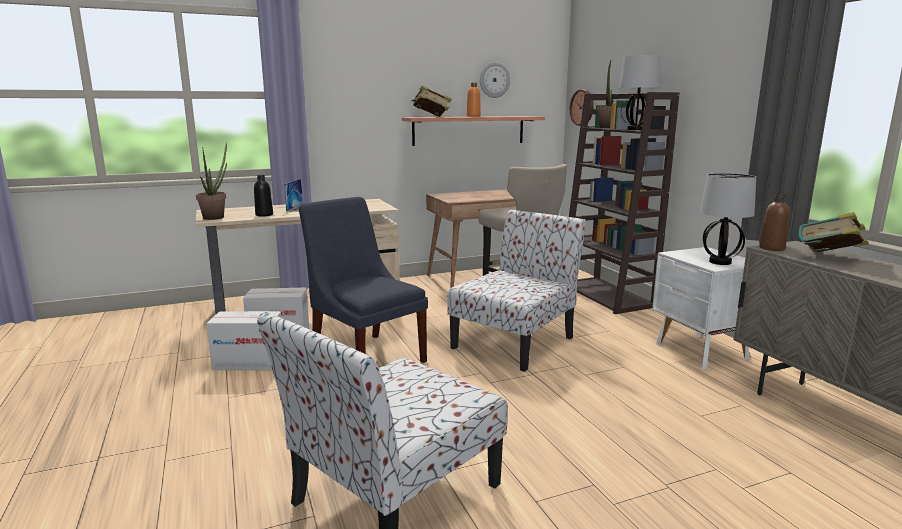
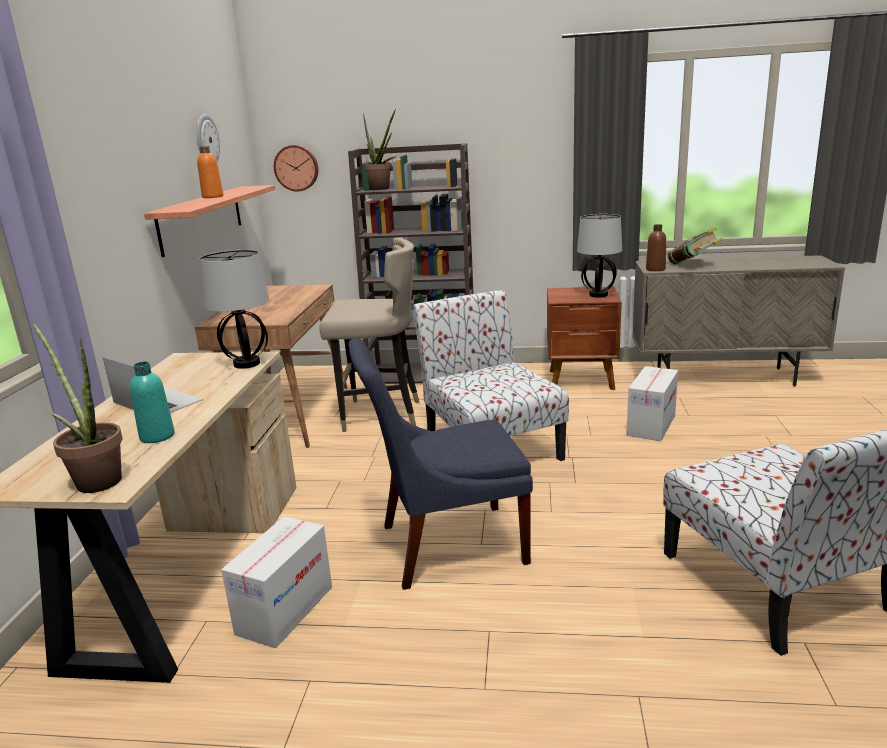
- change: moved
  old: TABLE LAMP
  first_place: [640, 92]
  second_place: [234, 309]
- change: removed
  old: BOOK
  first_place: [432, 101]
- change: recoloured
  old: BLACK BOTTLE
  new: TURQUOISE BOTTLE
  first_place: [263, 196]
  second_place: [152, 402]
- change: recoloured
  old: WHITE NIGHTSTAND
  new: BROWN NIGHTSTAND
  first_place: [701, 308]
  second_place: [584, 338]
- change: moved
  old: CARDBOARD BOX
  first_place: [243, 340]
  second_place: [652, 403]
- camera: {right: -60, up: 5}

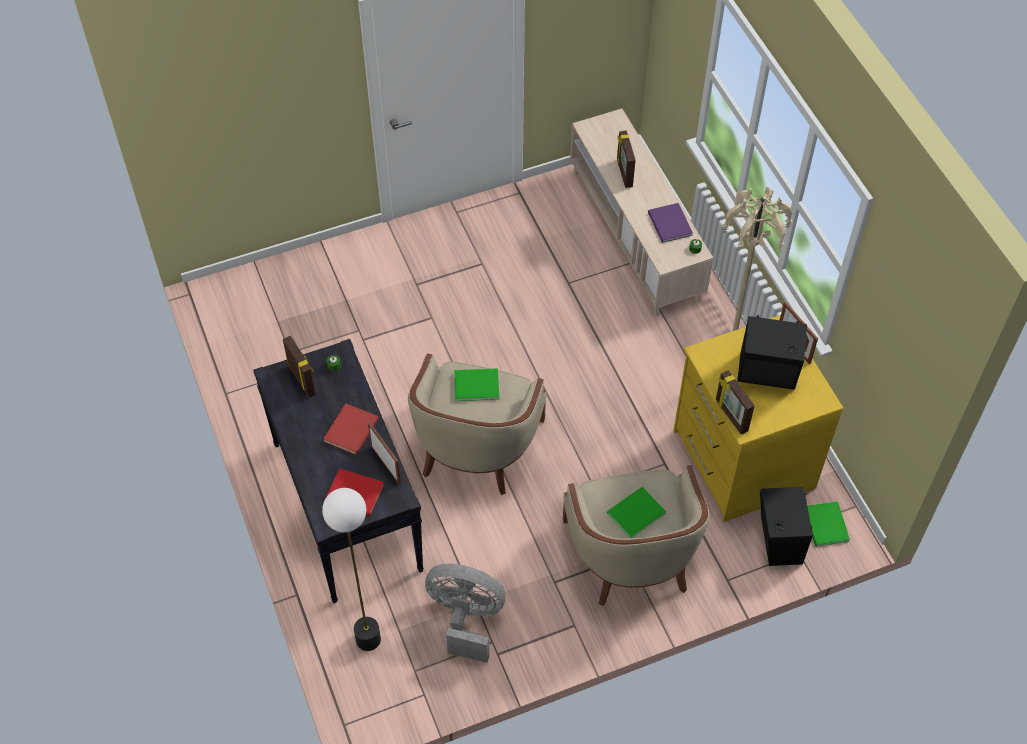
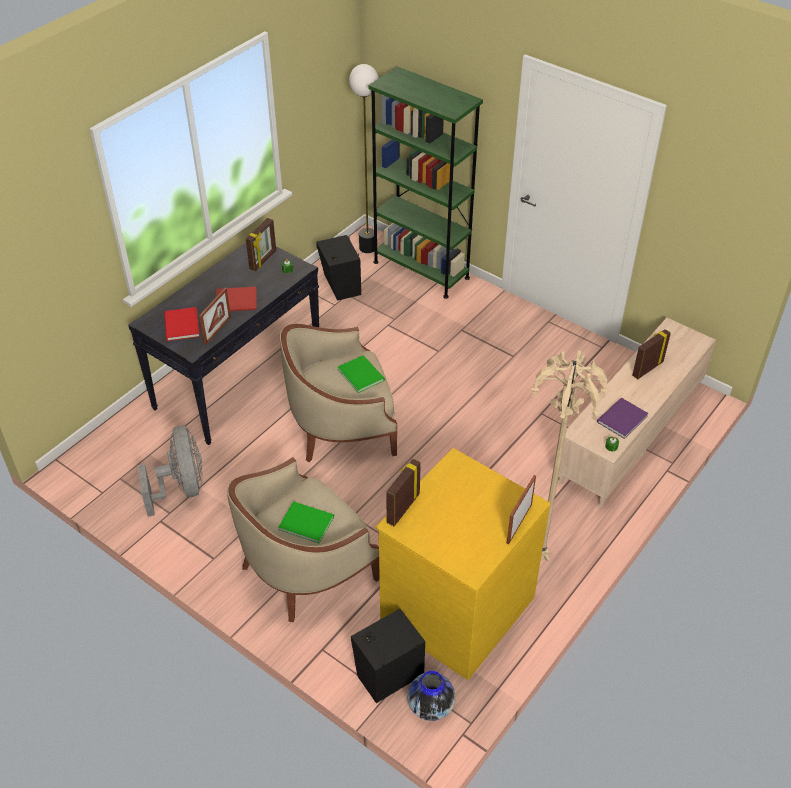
- change: moved
  old: BLACK SPEAKER
  first_place: [772, 352]
  second_place: [338, 268]
- change: moved
  old: FLOOR LAMP
  first_place: [351, 569]
  second_place: [364, 158]
- change: replaced
  old: GREEN BOOK
  new: VASE
  first_place: [828, 524]
  second_place: [431, 696]
- change: added
  new: GREEN BOOKCASE
  second_place: [425, 183]
- camera: {right: 60, up: -10}

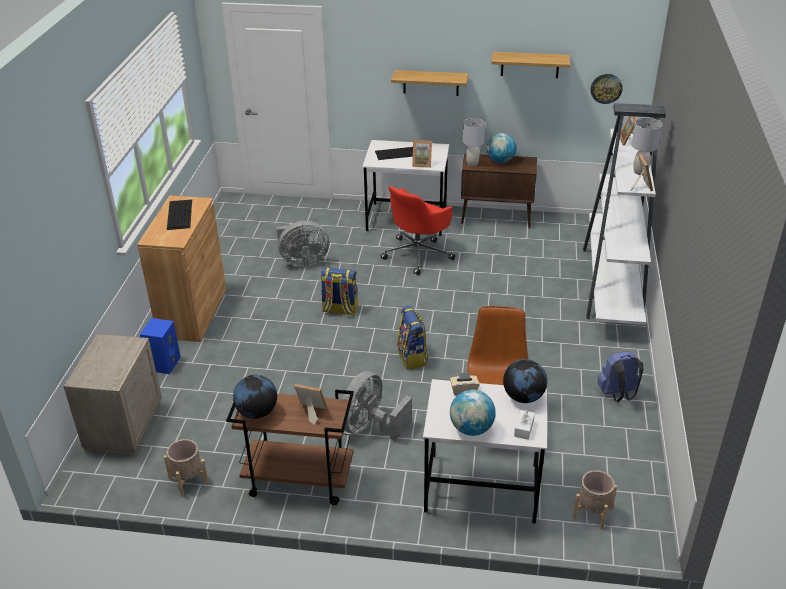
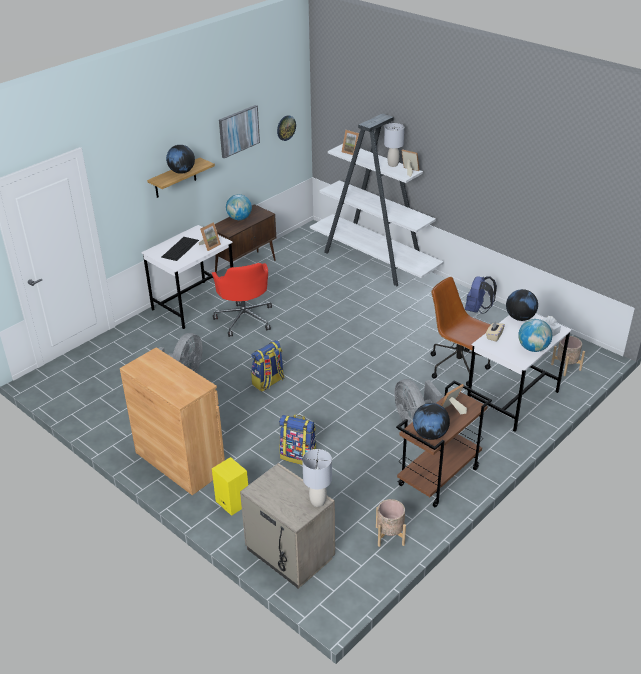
- change: replaced
  old: SHELF
  new: PICTURE
  first_place: [530, 65]
  second_place: [239, 131]
- change: moved
  old: GREY TABLE LAMP
  first_place: [474, 142]
  second_place: [317, 478]
- change: removed
  old: KEYBOARD
  first_place: [179, 215]
- change: moved
  old: BACKPACK
  first_place: [412, 337]
  second_place: [297, 439]
- change: recoloured
  old: BLUE SPEAKER
  new: YELLOW SPEAKER
  first_place: [160, 346]
  second_place: [230, 486]
- change: added
  new: GLOBE
  second_place: [180, 159]
- camera: {right: -55, up: 0}

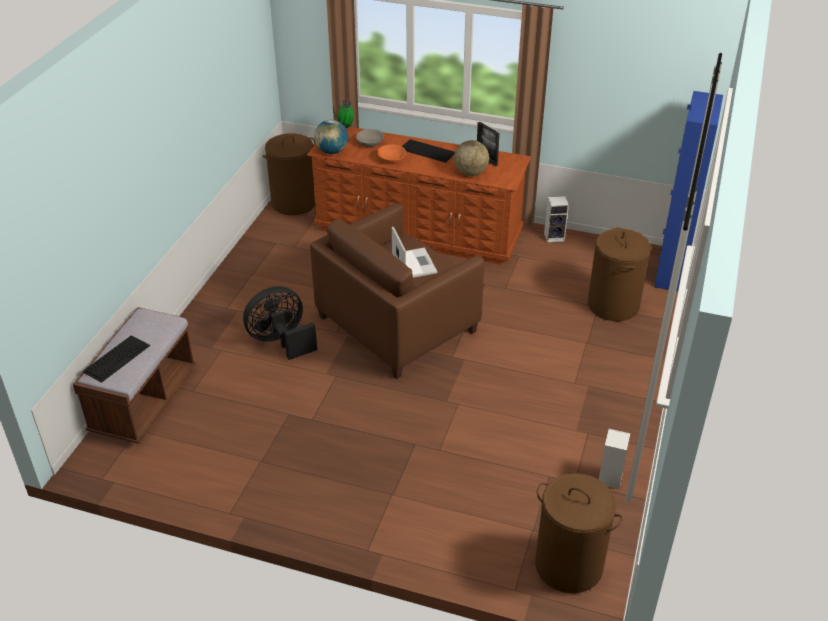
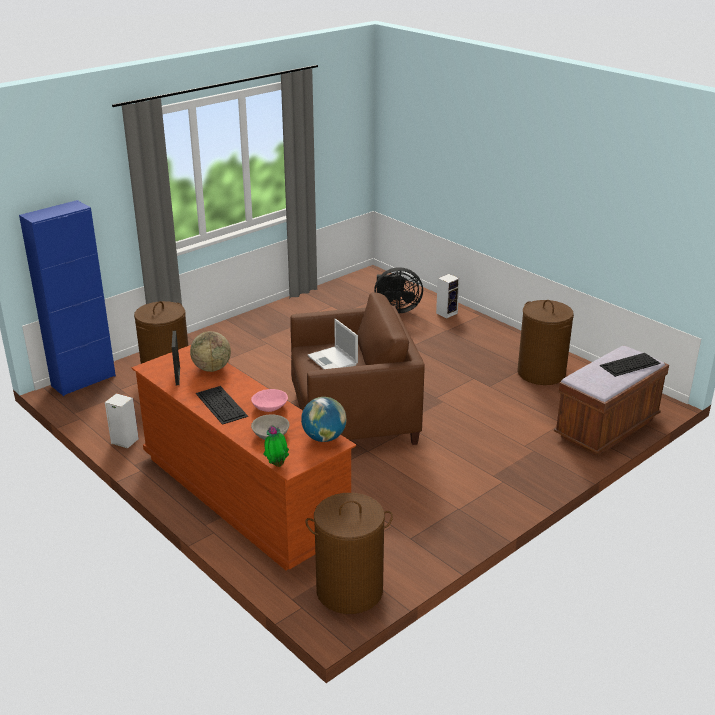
- change: recoloured
  old: ORANGE BOWL
  new: PINK BOWL
  first_place: [391, 154]
  second_place: [269, 400]
- change: turned
  old: LAPTOP
  first_place: [415, 252]
  second_place: [333, 344]
  degrees: -45
- change: moved
  old: BLACK FAN
  first_place: [280, 323]
  second_place: [398, 290]
- change: moved
  old: SPEAKER
  first_place: [615, 459]
  second_place: [448, 296]
- change: moved
  old: BROWN LAUNDRY BASKET
  first_place: [579, 533]
  second_place: [546, 342]
- camera: {right: -150, up: -10}

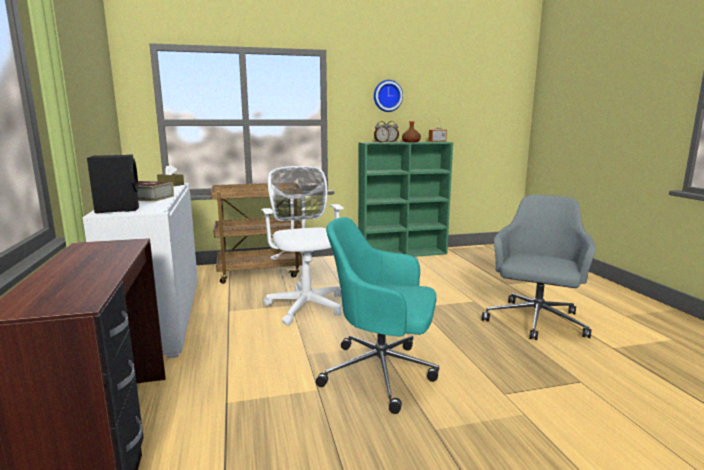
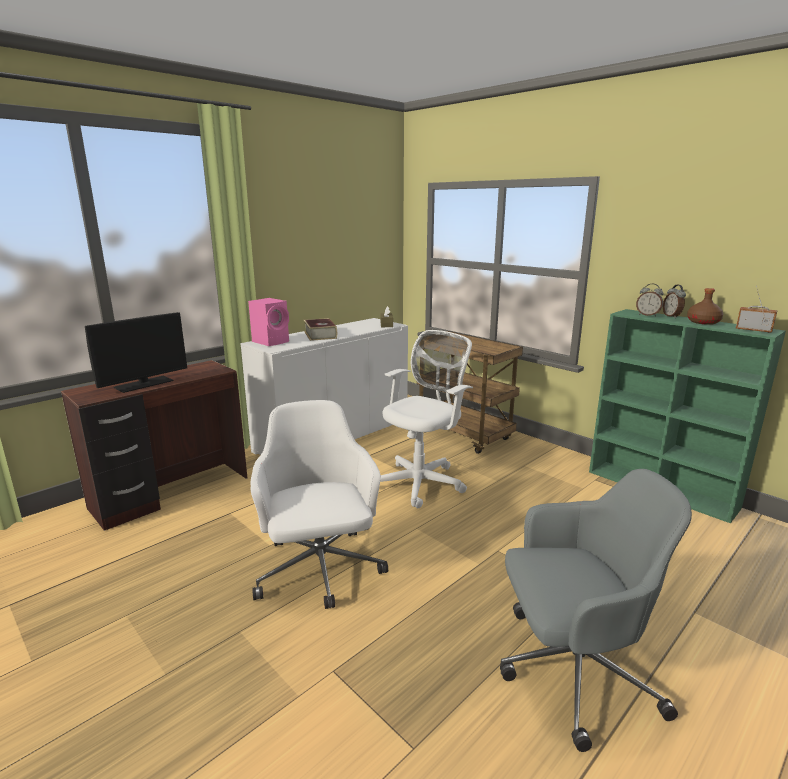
- change: removed
  old: WALL CLOCK
  first_place: [388, 96]
- change: recoloured
  old: BLACK SPEAKER
  new: PINK SPEAKER
  first_place: [113, 184]
  second_place: [268, 322]
- change: recoloured
  old: TURQUOISE OFFICE CHAIR
  new: WHITE OFFICE CHAIR
  first_place: [377, 315]
  second_place: [319, 504]
- change: added
  new: MONITOR
  second_place: [136, 352]
- camera: {right: 60, up: 5}

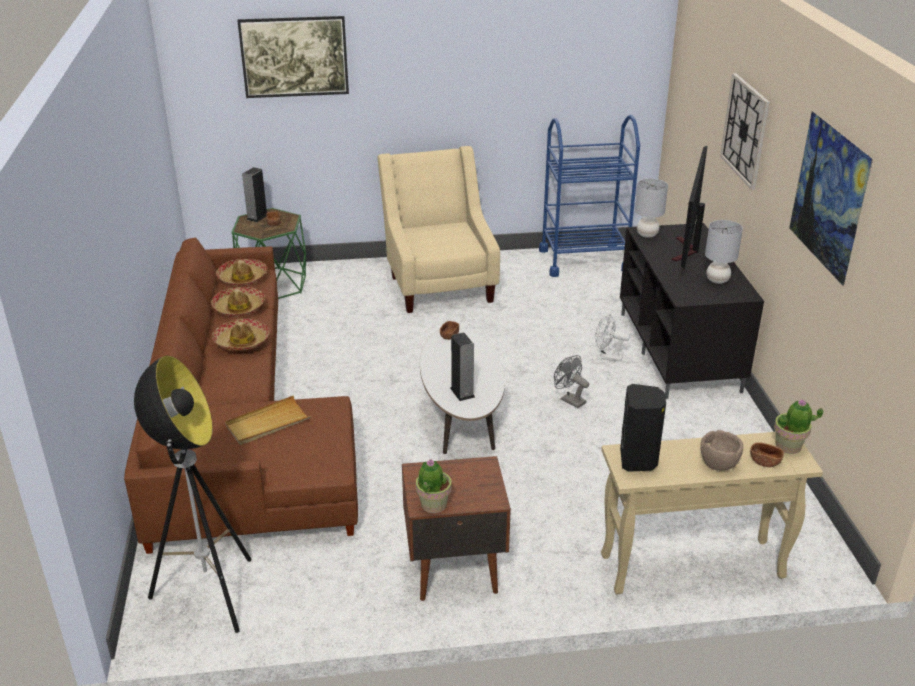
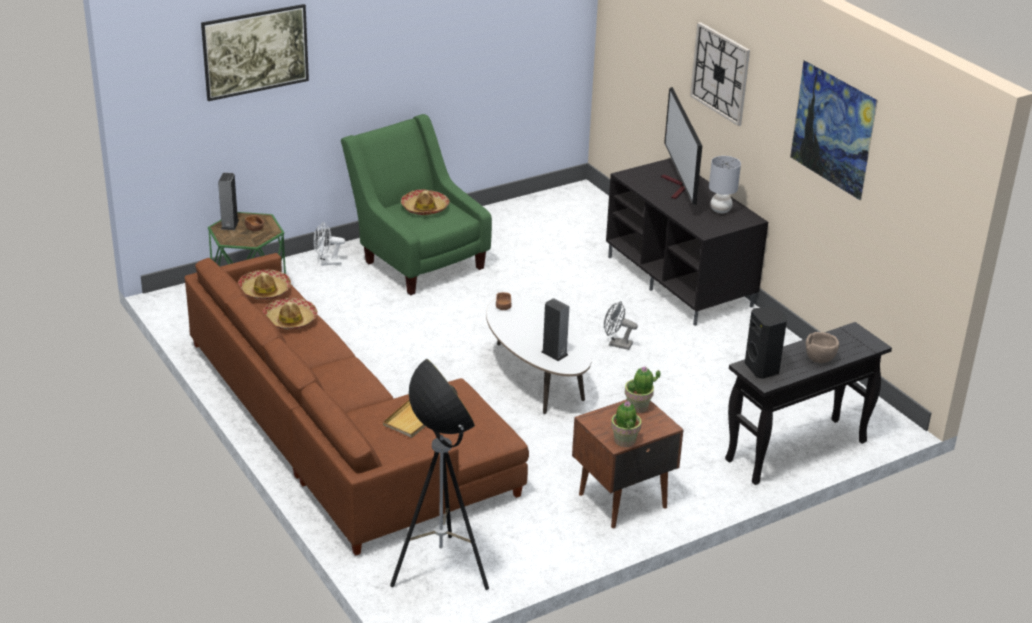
- change: removed
  old: BLUE CART
  first_place: [589, 196]
- change: recoloured
  old: BEIGE ARMCHAIR
  new: GREEN ARMCHAIR
  first_place: [439, 229]
  second_place: [416, 204]
- change: removed
  old: GREY TABLE LAMP
  first_place: [651, 208]
- change: moved
  old: WHITE FAN
  first_place: [612, 338]
  second_place: [329, 244]
- change: moved
  old: HAT
  first_place: [241, 334]
  second_place: [425, 202]
- change: moved
  old: POTTED PLANT
  first_place: [798, 427]
  second_place: [642, 389]
- change: recoloured
  old: BEIGE CONSOLE TABLE
  new: BLACK CONSOLE TABLE
  first_place: [712, 513]
  second_place: [808, 403]
- change: removed
  old: BROWN BOWL
  first_place: [767, 454]
- camera: {right: -25, up: 0}

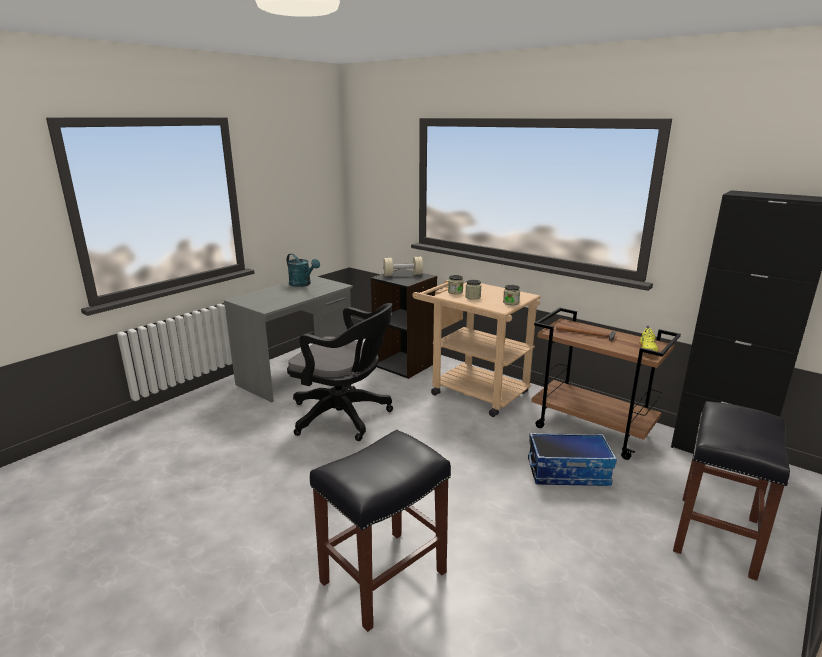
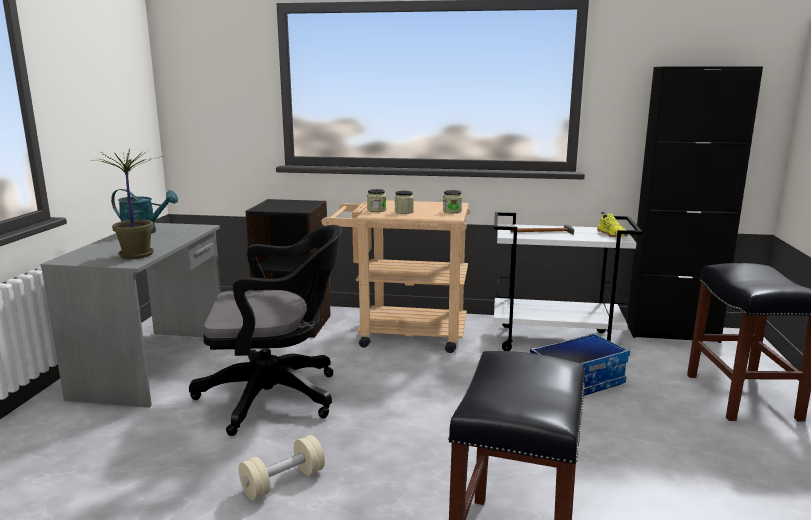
- change: moved
  old: BEIGE DUMBBELL
  first_place: [403, 266]
  second_place: [282, 467]
- change: recoloured
  old: BROWN CART
  new: WHITE CART
  first_place: [606, 384]
  second_place: [568, 281]
- change: added
  new: POTTED PLANT
  second_place: [127, 204]
- camera: {right: -30, up: -5}

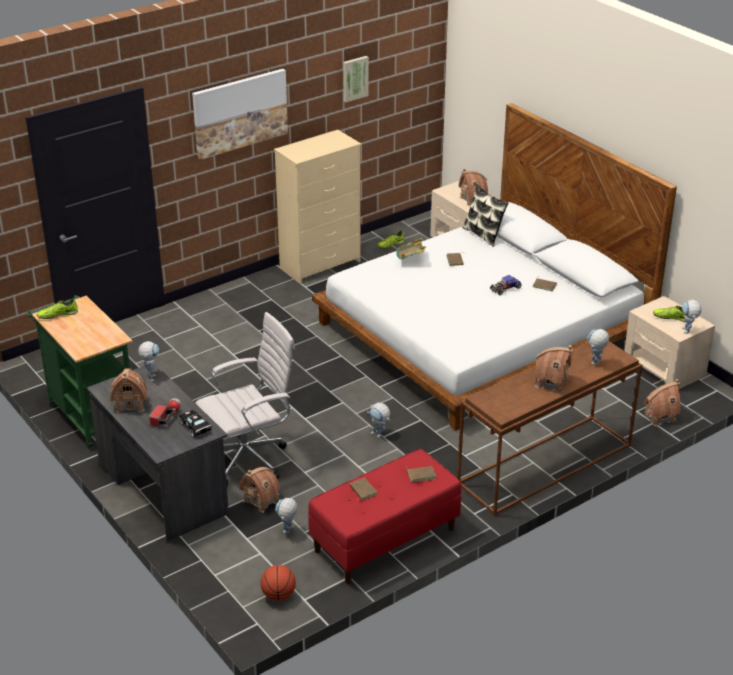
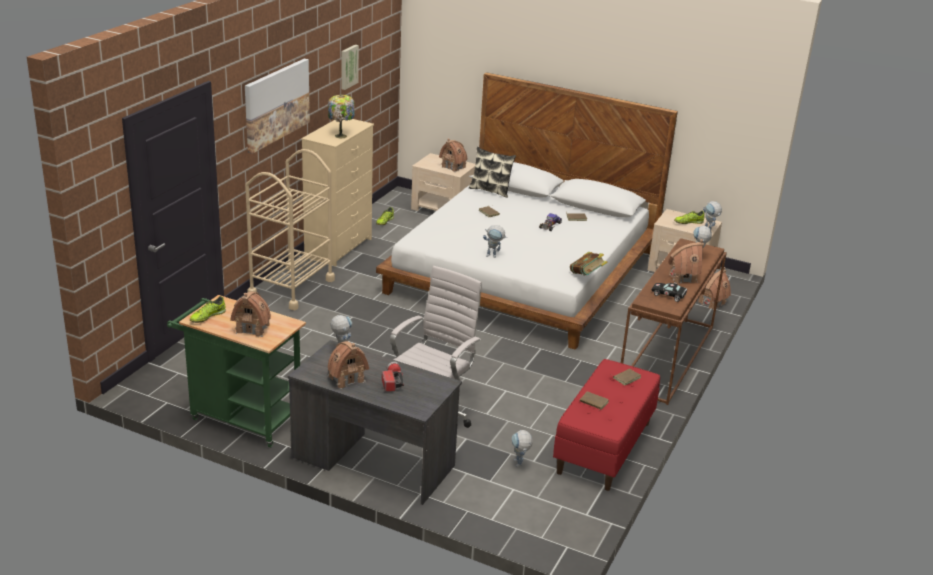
- change: moved
  old: BOOK
  first_place: [411, 248]
  second_place: [589, 263]
- change: moved
  old: TOY ROBOT
  first_place: [378, 420]
  second_place: [495, 241]
- change: moved
  old: BLACK TOY CAR
  first_place: [195, 423]
  second_place: [669, 292]
- change: moved
  old: TOY HOUSE
  first_place: [259, 490]
  second_place: [250, 314]
- change: removed
  old: BASKETBALL
  first_place: [278, 583]
- change: added
  new: TABLE LAMP
  second_place: [341, 116]
- change: added
  new: BEIGE CART
  second_place: [290, 229]
- camera: {right: -30, up: -5}

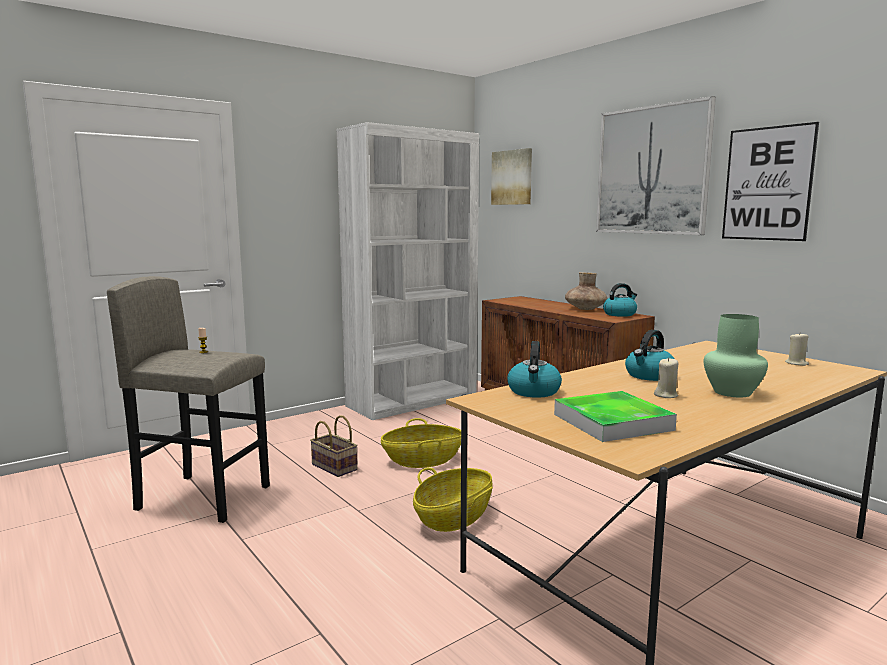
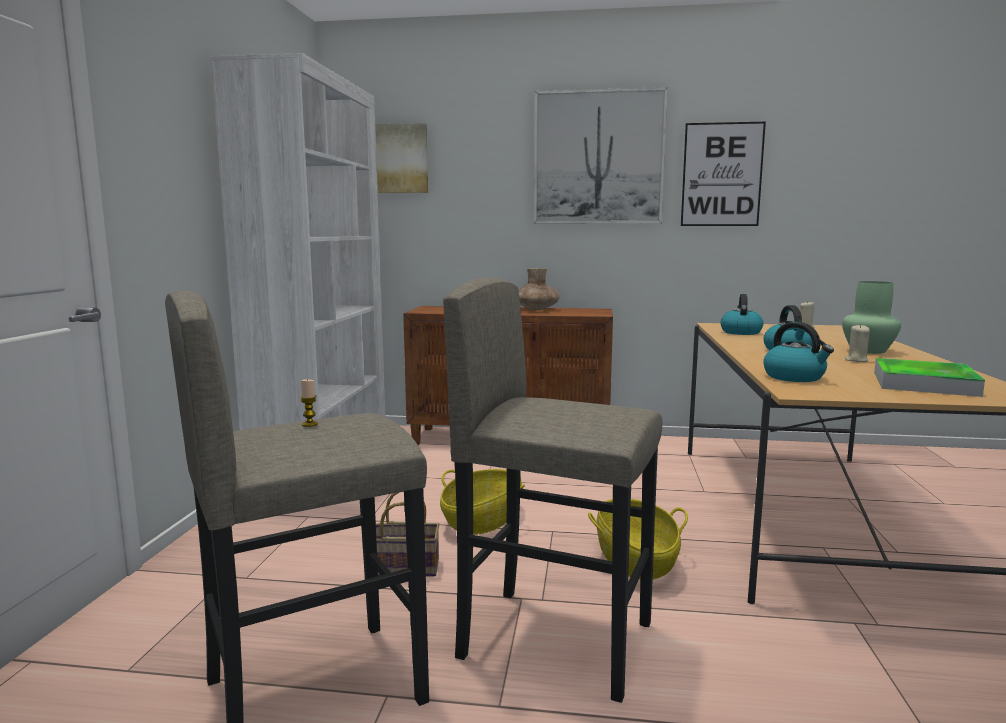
- change: moved
  old: KETTLE
  first_place: [620, 300]
  second_place: [742, 314]
- change: added
  new: GREY STOOL
  second_place: [552, 490]
- camera: {right: -45, up: 0}

